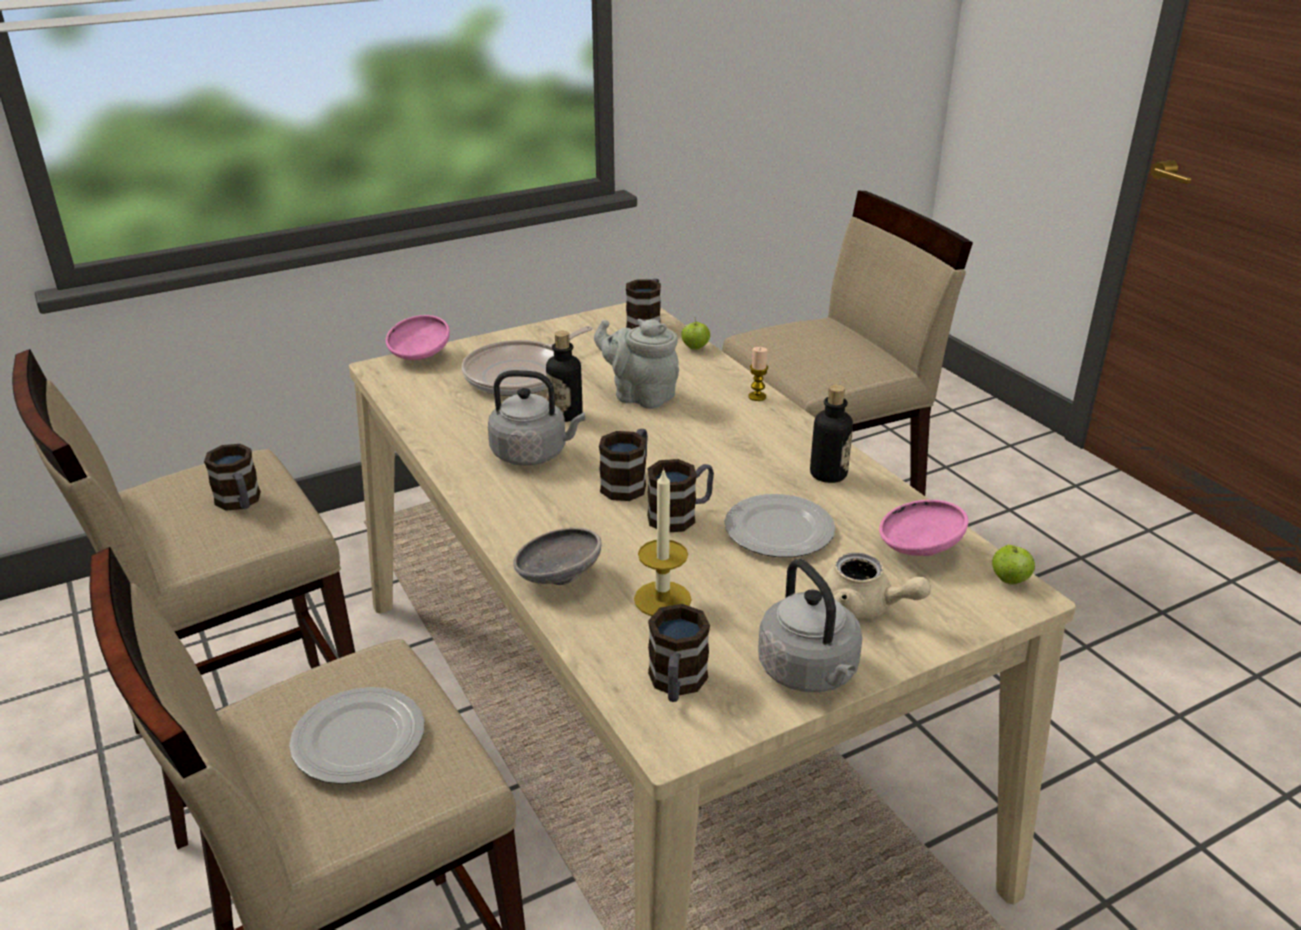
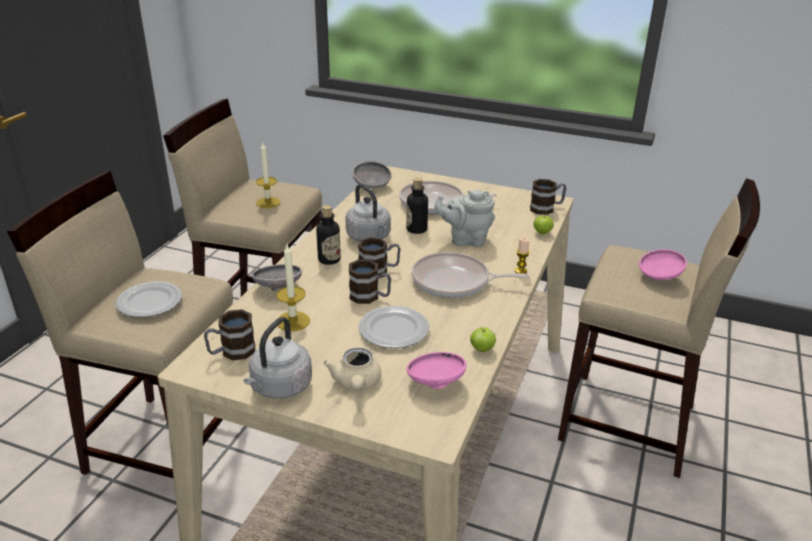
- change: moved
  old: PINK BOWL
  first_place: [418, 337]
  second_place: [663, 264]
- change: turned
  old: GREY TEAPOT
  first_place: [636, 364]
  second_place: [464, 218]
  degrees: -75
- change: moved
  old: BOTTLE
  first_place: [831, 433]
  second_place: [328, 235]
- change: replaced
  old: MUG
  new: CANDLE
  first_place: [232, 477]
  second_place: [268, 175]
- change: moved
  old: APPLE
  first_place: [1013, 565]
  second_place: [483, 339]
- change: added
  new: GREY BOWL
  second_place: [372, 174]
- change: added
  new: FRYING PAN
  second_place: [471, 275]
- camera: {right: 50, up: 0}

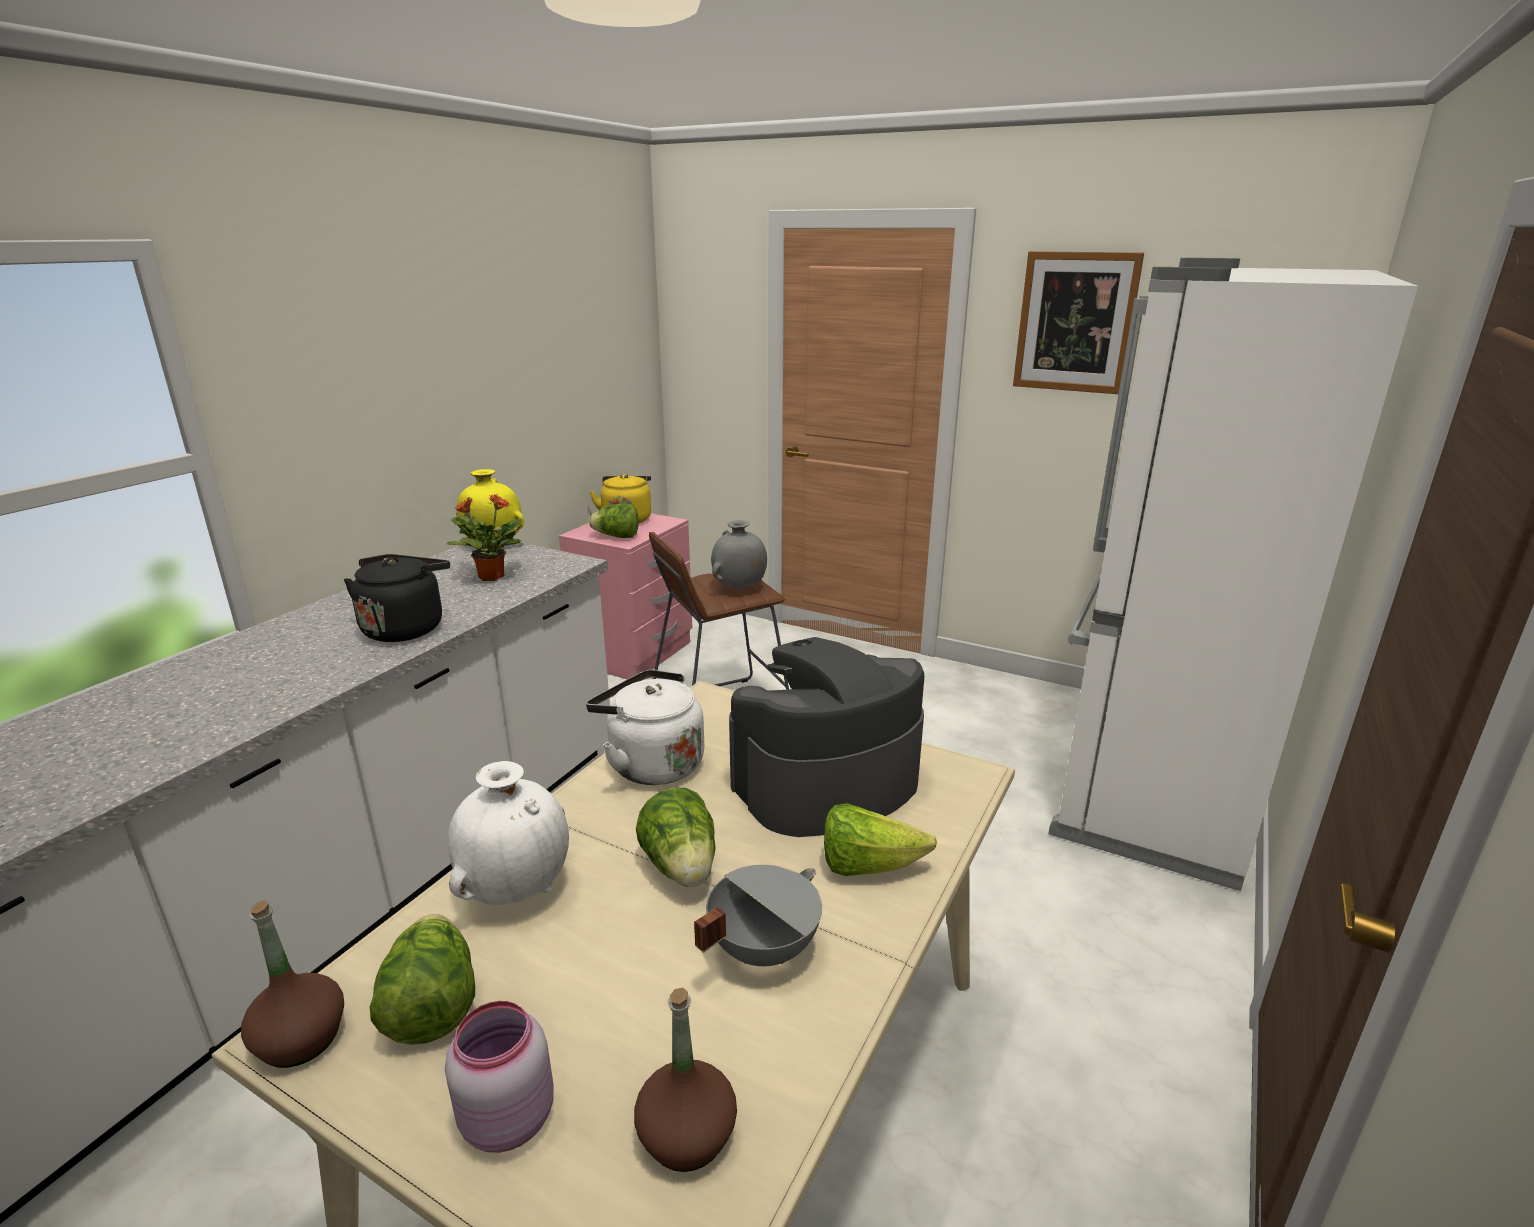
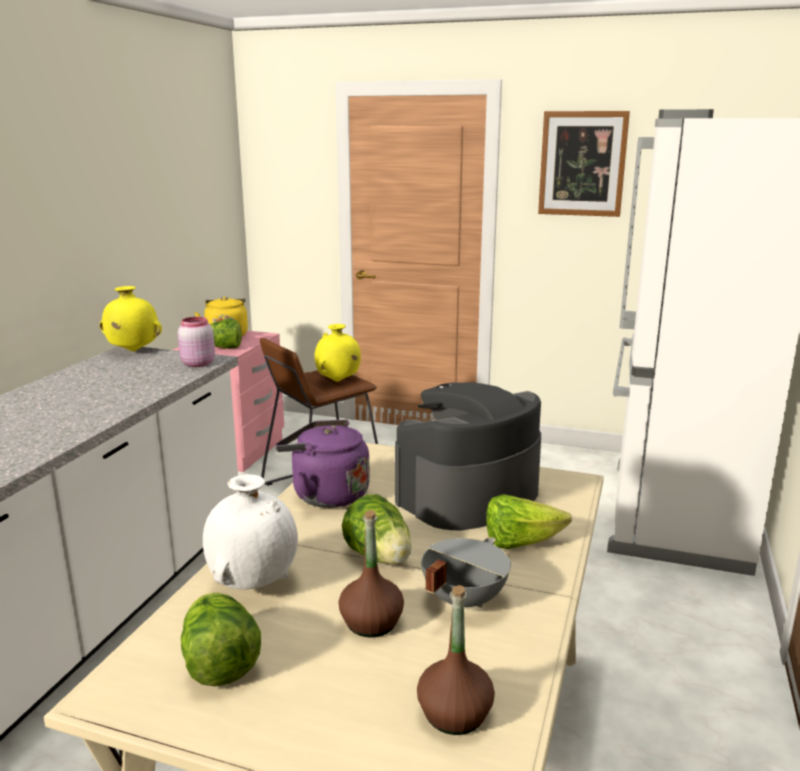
- change: removed
  old: POTTED PLANT
  first_place: [484, 537]
- change: recoloured
  old: GREY VASE
  new: YELLOW VASE
  first_place: [739, 555]
  second_place: [337, 353]
- change: removed
  old: BLACK KETTLE
  first_place: [397, 598]
- change: recoloured
  old: WHITE KETTLE
  new: PURPLE KETTLE
  first_place: [645, 727]
  second_place: [322, 463]
- change: moved
  old: BROWN BOTTLE
  first_place: [292, 984]
  second_place: [371, 574]
- change: moved
  old: PINK JAR
  first_place: [499, 1077]
  second_place: [196, 342]
- camera: {right: -10, up: -5}

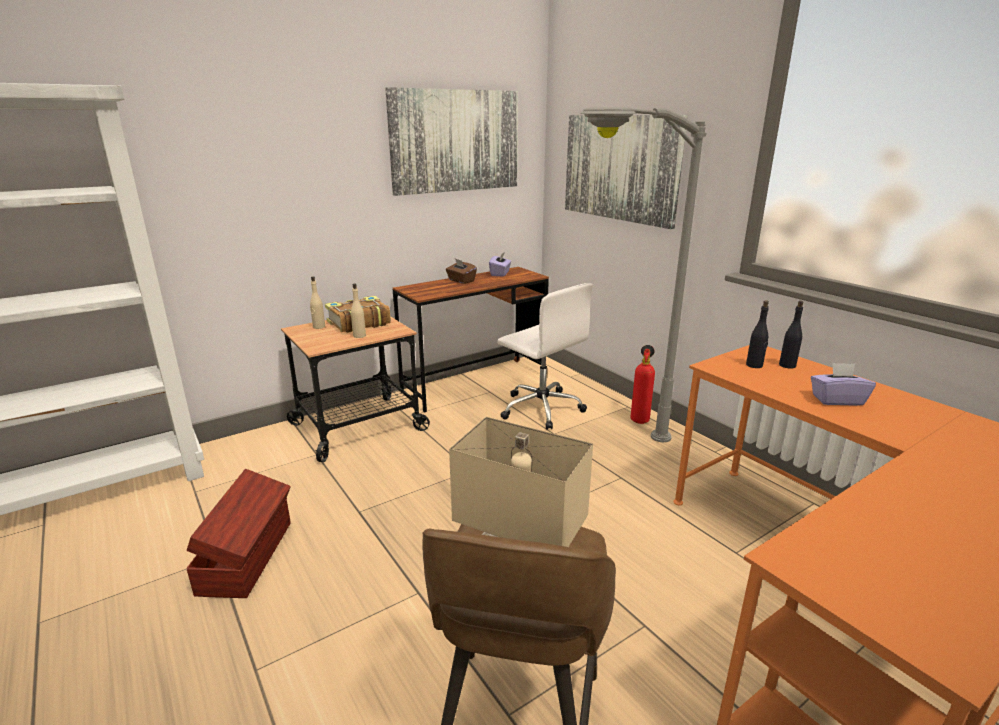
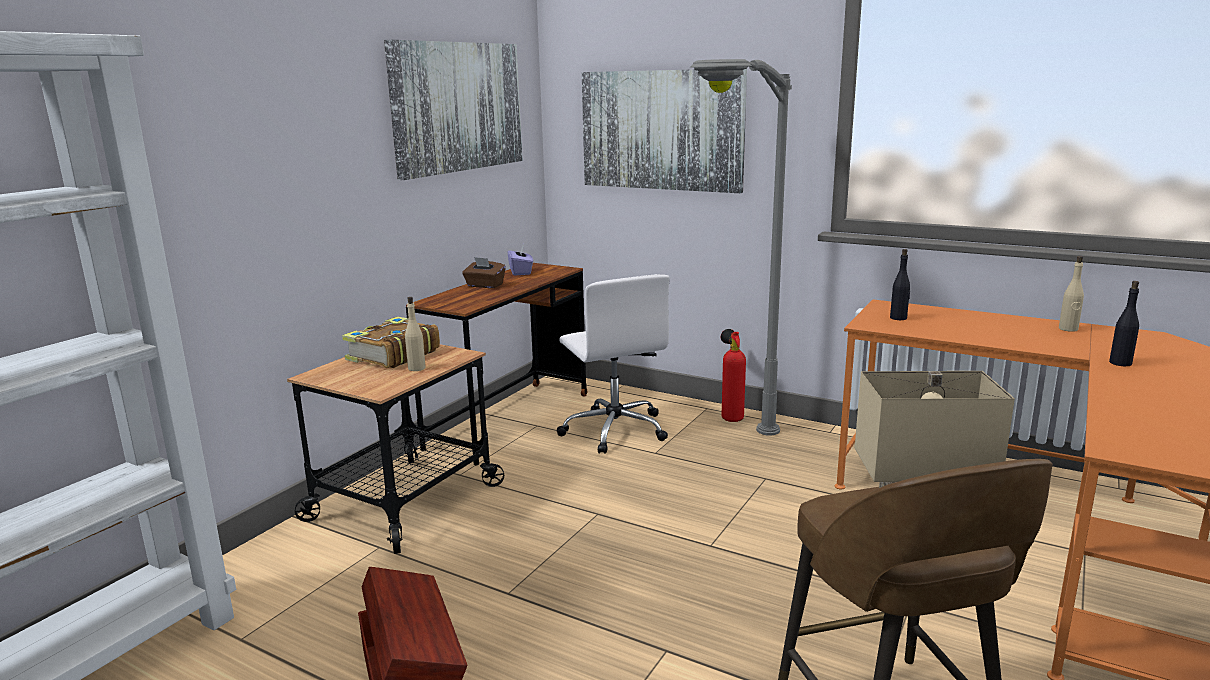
- change: moved
  old: BEIGE BOTTLE
  first_place: [317, 302]
  second_place: [1071, 294]
- change: turned
  old: WHITE OFFICE CHAIR
  first_place: [545, 356]
  second_place: [613, 364]
  degrees: 45
- change: moved
  old: BLACK BOTTLE
  first_place: [791, 335]
  second_place: [1124, 323]
- change: removed
  old: PURPLE TISSUE BOX
  first_place: [843, 384]
- camera: {right: -25, up: -5}

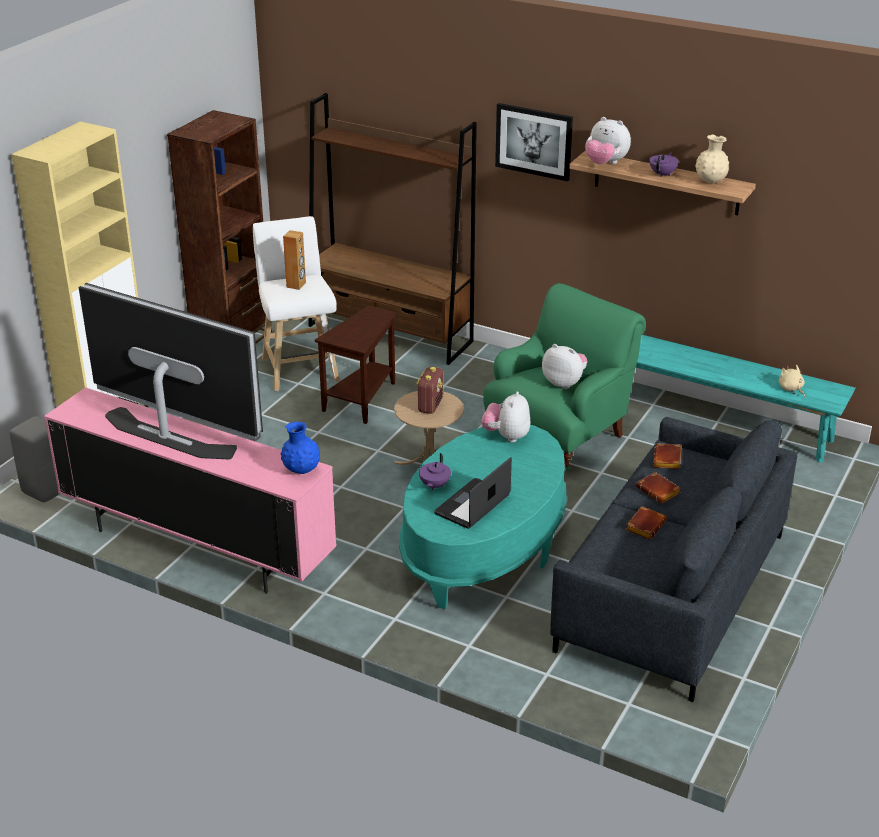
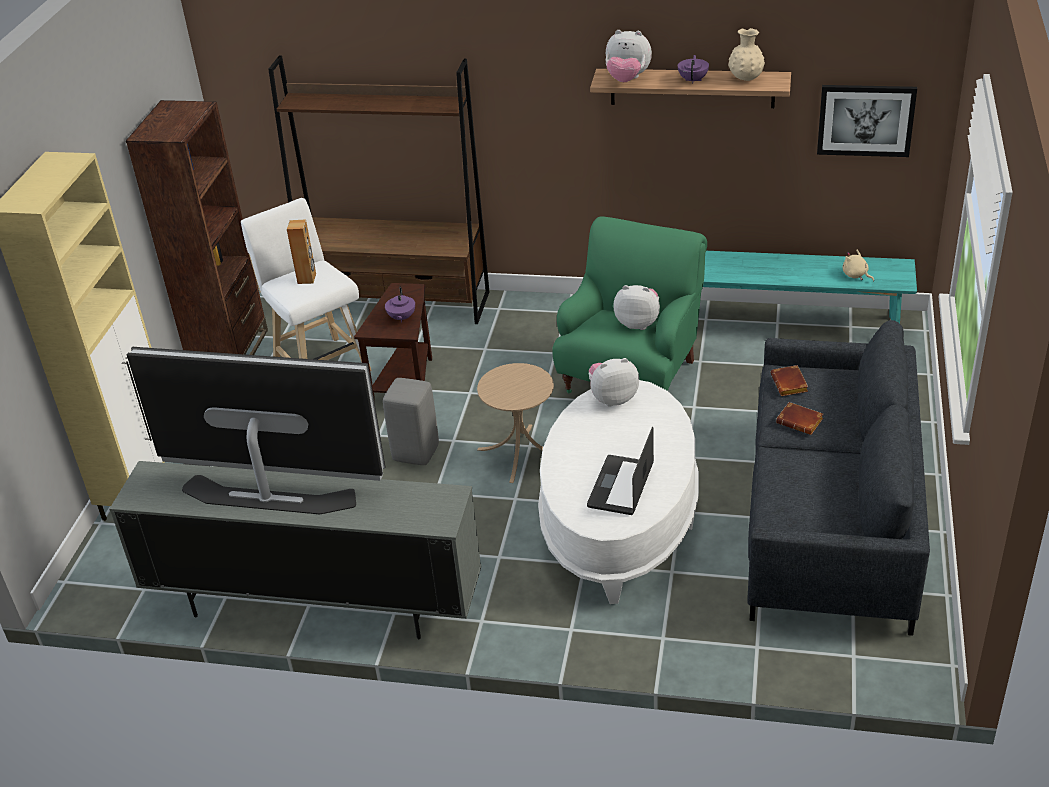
- change: moved
  old: PICTURE
  first_place: [534, 142]
  second_place: [867, 121]
- change: removed
  old: RADIO
  first_place: [429, 390]
- change: recoloured
  old: PINK TV STAND
  new: GREY TV STAND
  first_place: [190, 490]
  second_place: [295, 550]
- change: turned
  old: PLUSH TOY
  first_place: [506, 416]
  second_place: [614, 382]
  degrees: 75
- change: moved
  old: GREY STOOL
  first_place: [34, 459]
  second_place: [411, 421]
- change: removed
  old: BLUE VASE
  first_place: [300, 448]
- change: recoloured
  old: TURQUOISE COFFEE TABLE
  new: WHITE COFFEE TABLE
  first_place: [483, 517]
  second_place: [618, 492]
- change: moved
  old: PURPLE TEAPOT
  first_place: [435, 471]
  second_place: [400, 305]
- change: removed
  old: BROWN BOOK
  first_place: [646, 522]
- camera: {right: -15, up: 5}

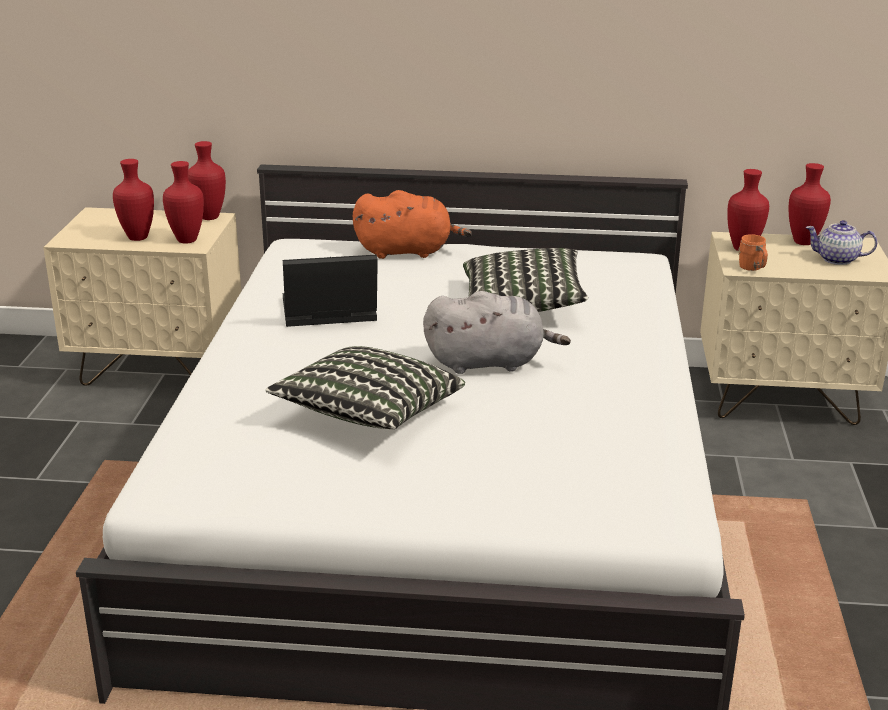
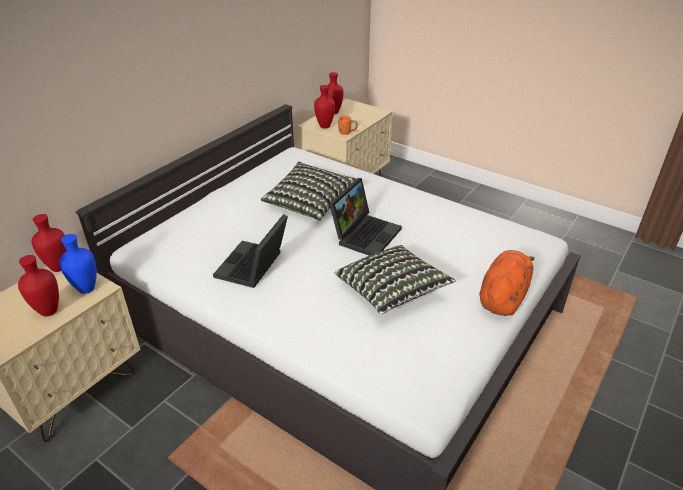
- change: recoloured
  old: RED VASE
  new: BLUE VASE
  first_place: [183, 202]
  second_place: [78, 264]
- change: moved
  old: ORANGE PLUSH TOY
  first_place: [412, 224]
  second_place: [507, 283]
- change: removed
  old: TEAPOT
  first_place: [841, 242]
- change: replaced
  old: GREY PLUSH TOY
  new: LAPTOP
  first_place: [497, 332]
  second_place: [365, 217]
- camera: {right: -60, up: 10}

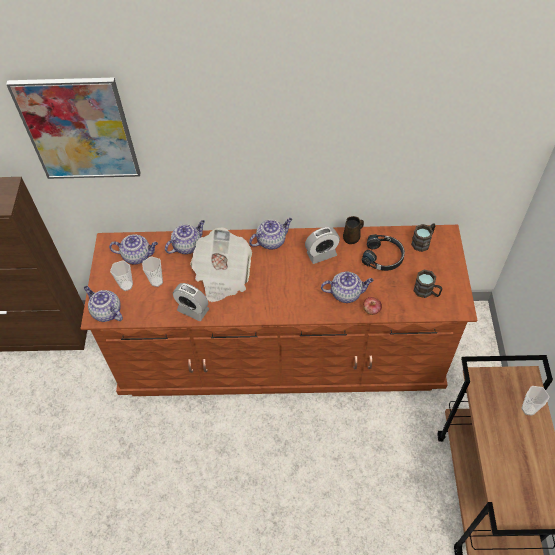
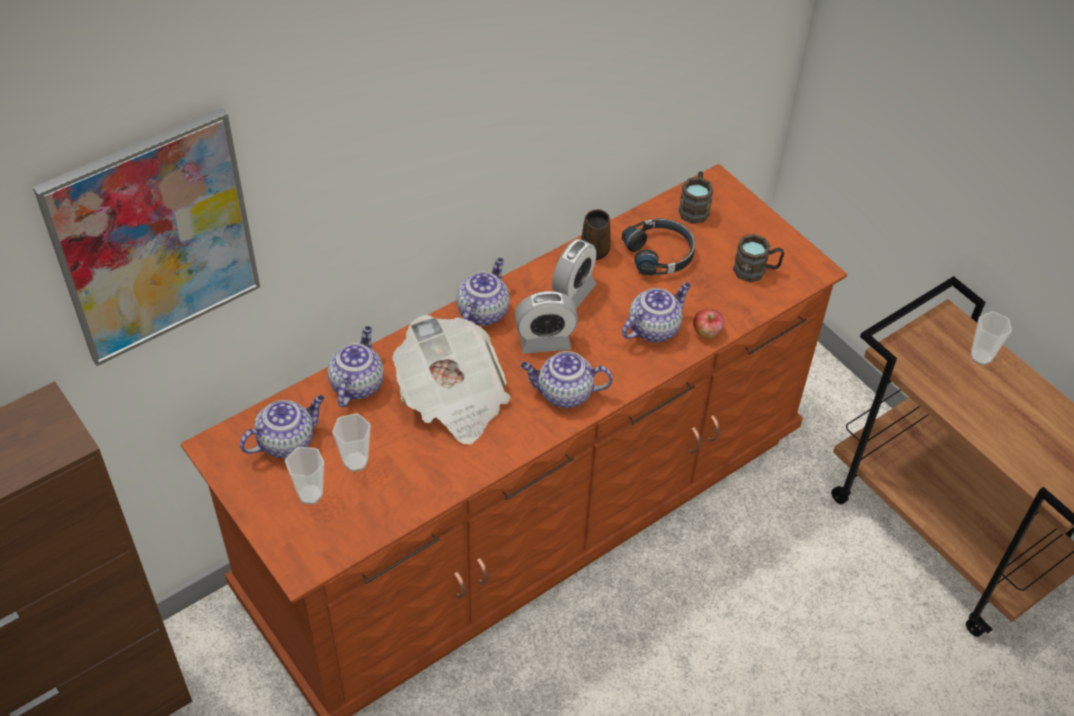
- change: moved
  old: ALARM CLOCK
  first_place: [191, 302]
  second_place: [546, 322]
- change: moved
  old: TEAPOT
  first_place: [103, 304]
  second_place: [567, 379]
- camera: {right: -40, up: -5}

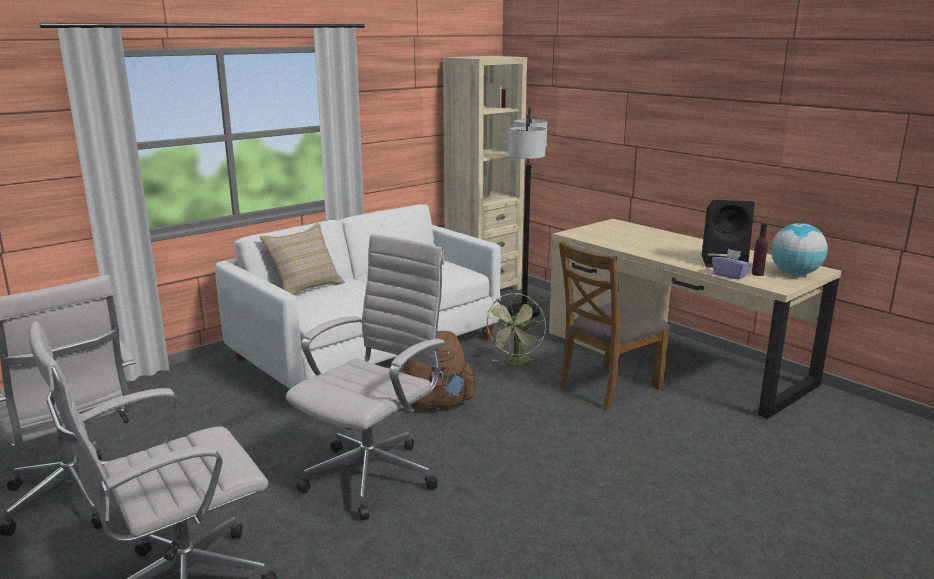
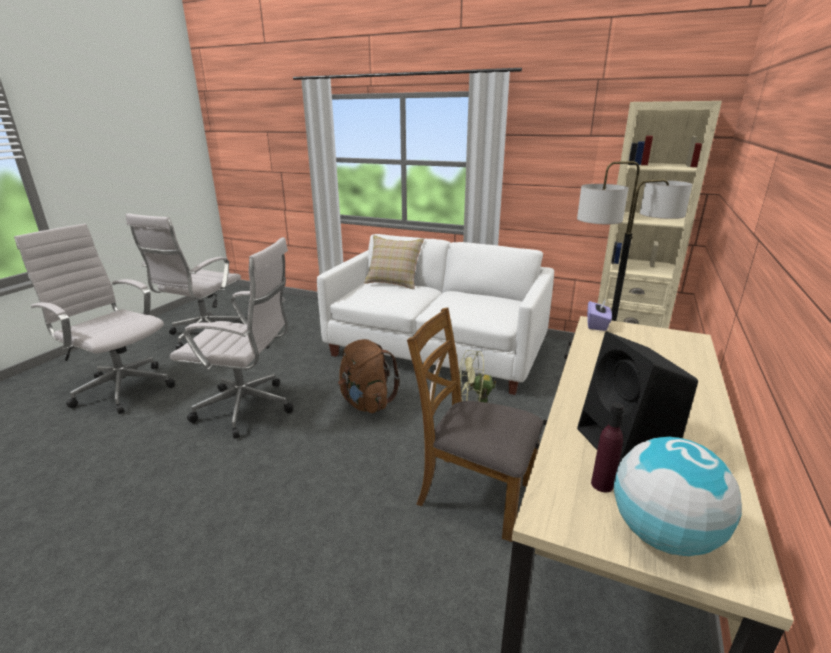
- change: moved
  old: PURPLE TISSUE BOX
  first_place: [731, 264]
  second_place: [599, 314]
- camera: {right: 65, up: 5}

